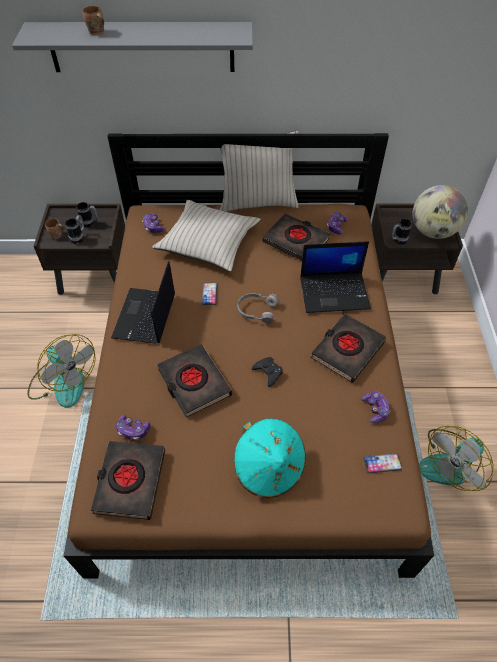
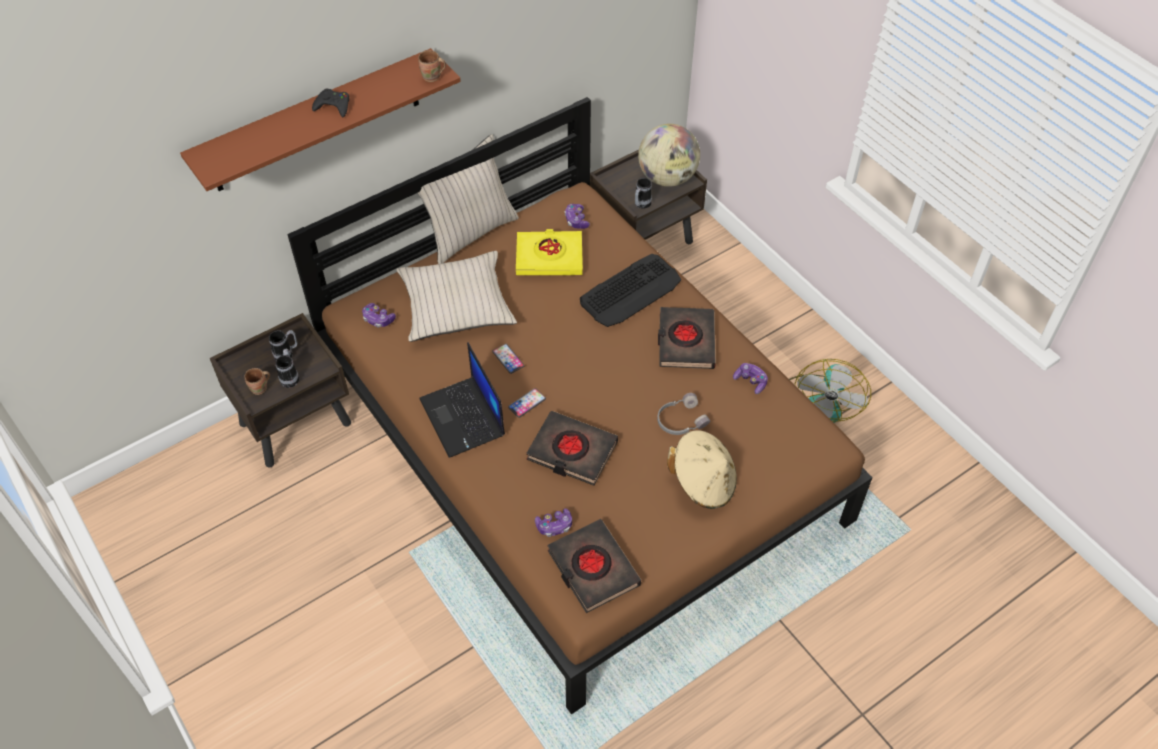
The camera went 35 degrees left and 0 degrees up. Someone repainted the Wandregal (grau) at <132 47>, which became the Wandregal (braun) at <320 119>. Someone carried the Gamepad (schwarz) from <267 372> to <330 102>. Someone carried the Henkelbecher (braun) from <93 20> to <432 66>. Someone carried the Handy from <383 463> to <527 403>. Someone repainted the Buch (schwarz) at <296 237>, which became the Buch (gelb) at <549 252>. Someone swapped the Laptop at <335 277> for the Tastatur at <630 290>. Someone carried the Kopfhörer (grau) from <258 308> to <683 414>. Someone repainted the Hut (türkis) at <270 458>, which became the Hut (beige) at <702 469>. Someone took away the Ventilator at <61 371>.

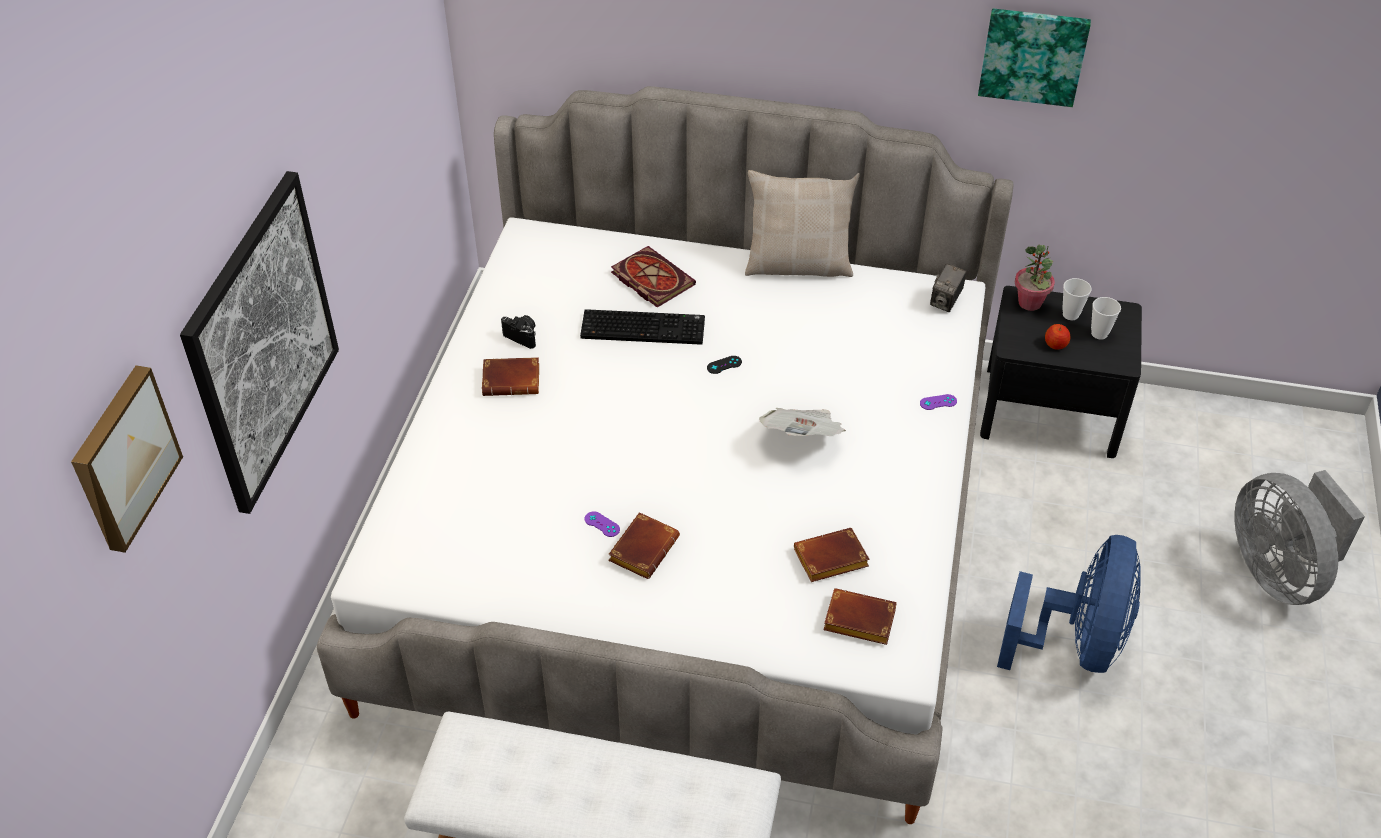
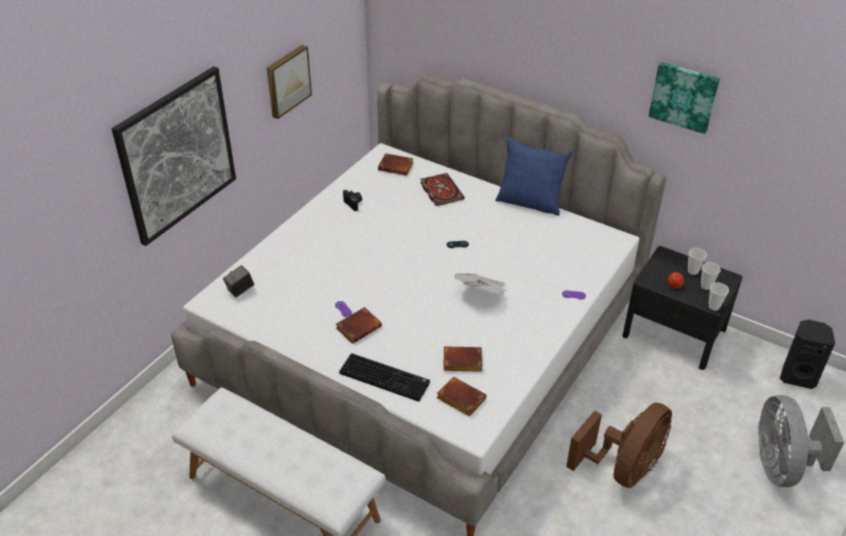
The camera went 20 degrees right and 5 degrees down. Someone carried the Kamera from <948 287> to <238 281>. Someone carried the Bild from <127 459> to <289 82>. Someone carried the Tastatur from <642 327> to <384 377>. Someone carried the Buch (braun) from <510 376> to <396 164>. Someone repainted the Kissen (beige) at <802 223>, which became the Kissen (blau) at <534 176>. Someone repainted the Ventilator (blau) at <1069 604>, which became the Ventilator (braun) at <619 445>. Someone put down the Tasse at <719 297>. Someone put down the Lautsprecher (schwarz) at <807 354>. Someone took away the Topfpflanze at <1035 277>.

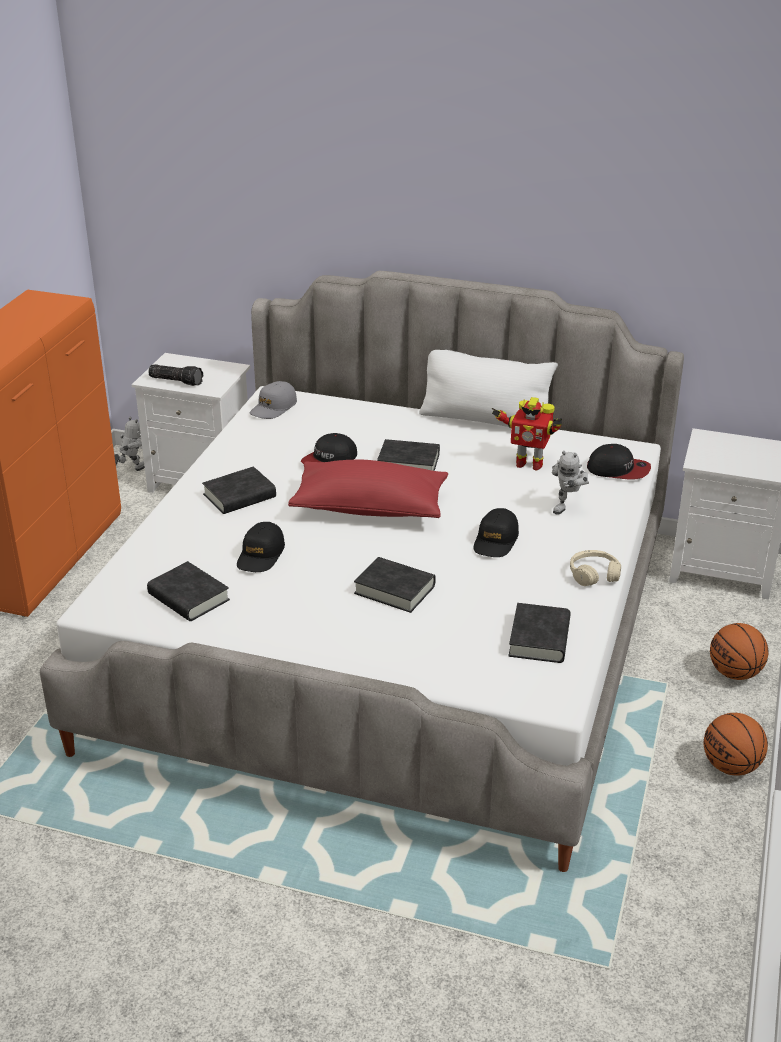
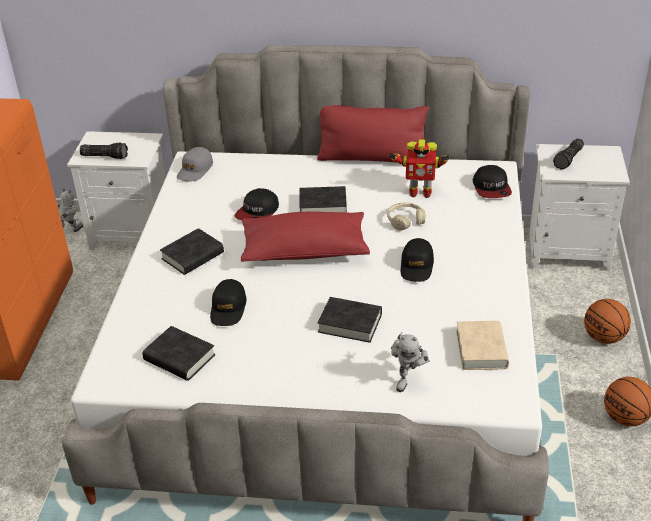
The camera went 10 degrees left and 5 degrees up. Someone repainted the Kissen (weiß) at <488 388>, which became the Kissen (rot) at <373 134>. Someone carried the Kopfhörer (beige) from <595 568> to <406 216>. Someone carried the Spielzeugroboter from <570 482> to <410 362>. Someone repainted the Buch (schwarz) at <540 633>, which became the Buch (beige) at <482 345>. Someone rotated the Kappe at <619 462> by 75 degrees clockwise. Someone put down the Taschenlampe at <568 153>.

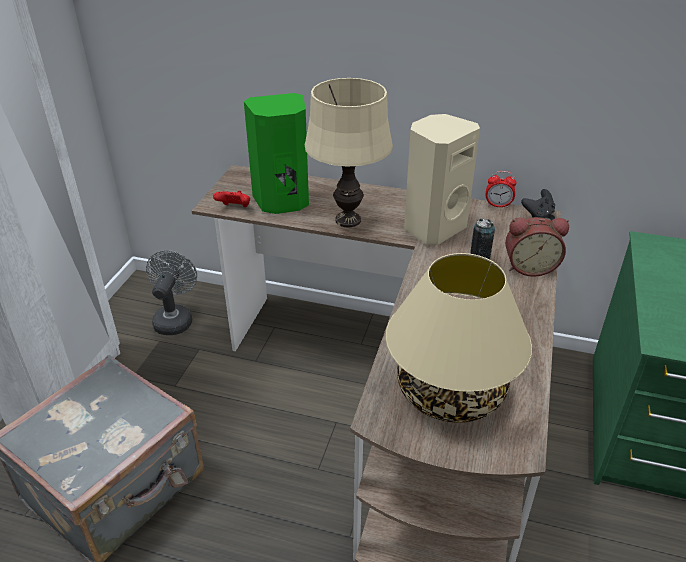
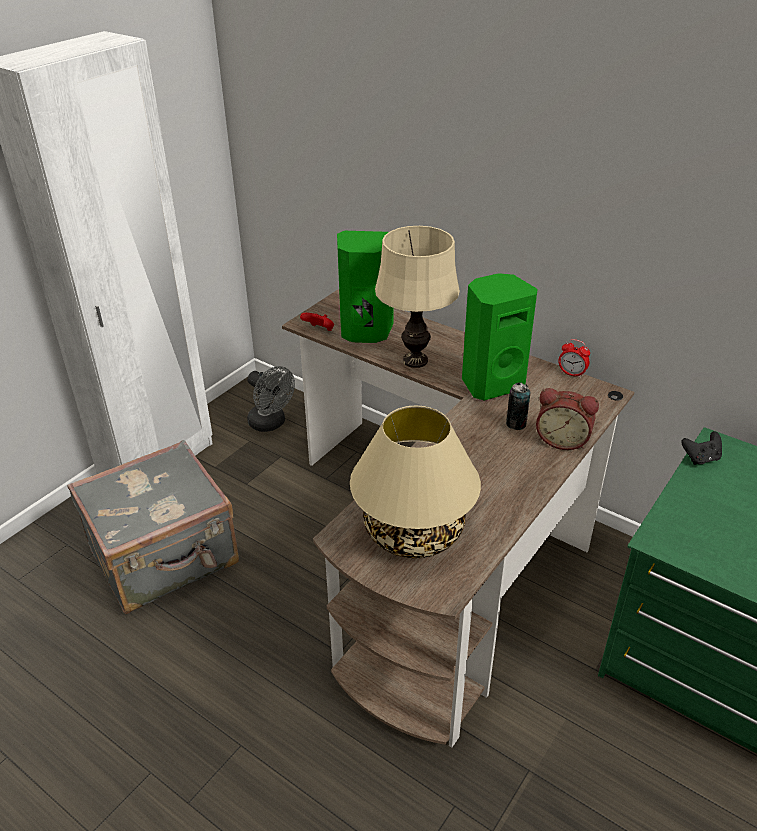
The camera went 20 degrees right and 0 degrees up. Someone rotated the Ventilator (grau) at <171 292> by 105 degrees clockwise. Someone repainted the Lautsprecher (beige) at <442 179>, which became the Lautsprecher (grün) at <500 337>. Someone carried the Gamepad (schwarz) from <538 203> to <701 448>.

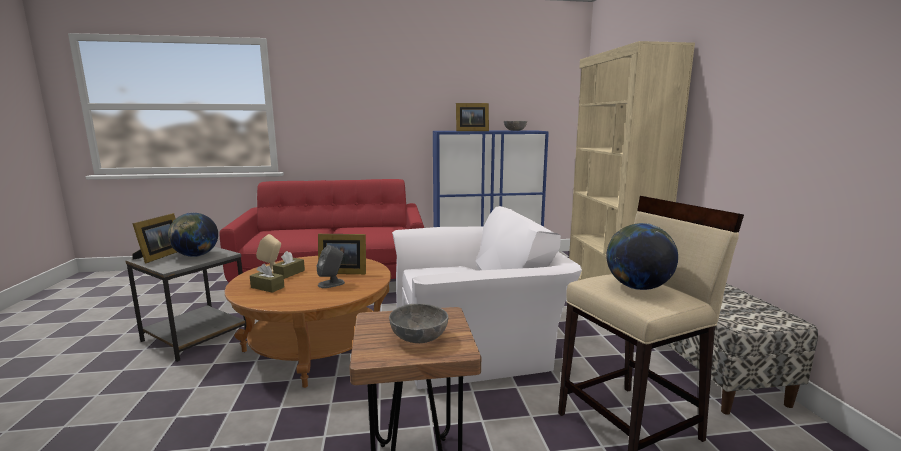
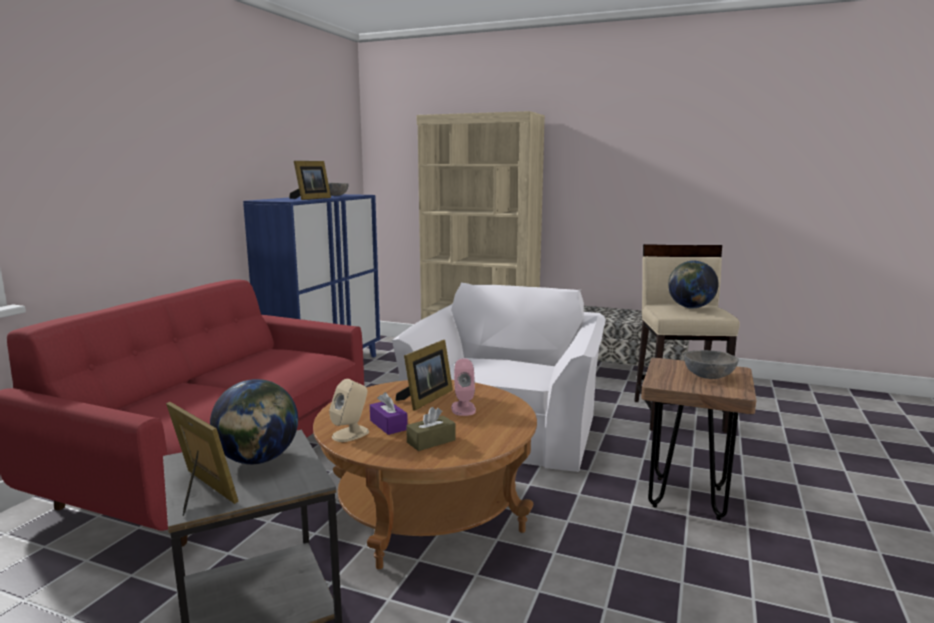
The camera went 60 degrees left and 0 degrees up. Someone repainted the Taschentuchbox (braun) at <289 265>, which became the Taschentuchbox (lila) at <389 413>. Someone repainted the Lautsprecher (grau) at <331 266>, which became the Lautsprecher (rosa) at <463 387>.

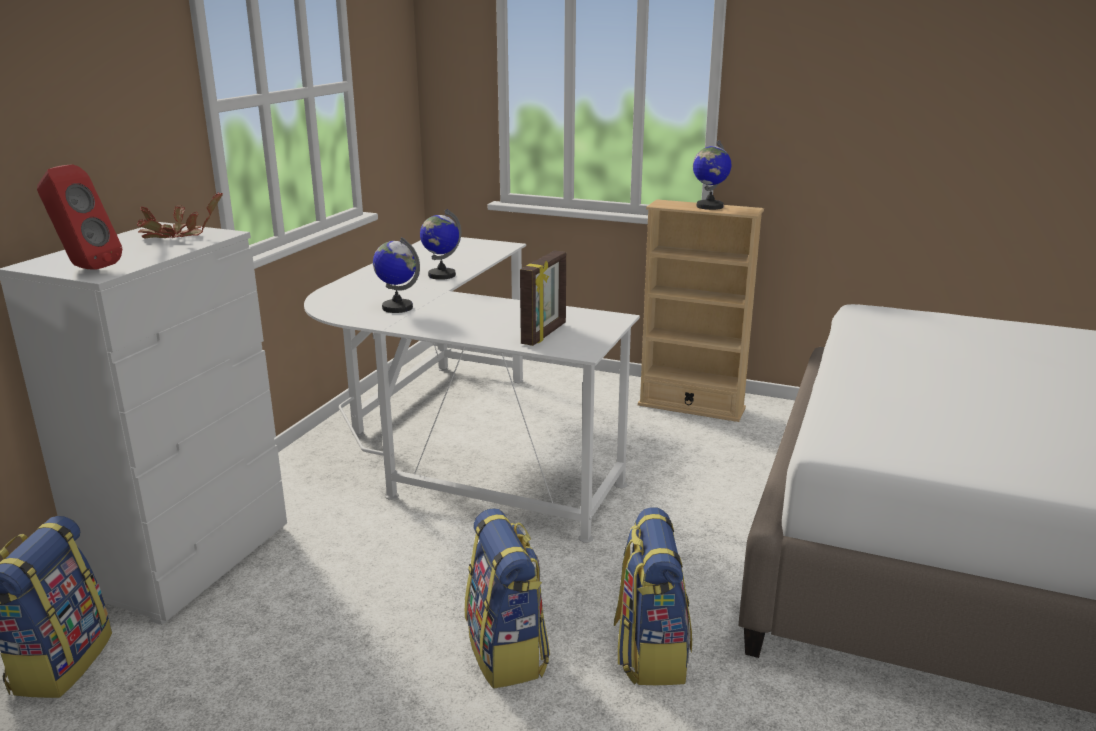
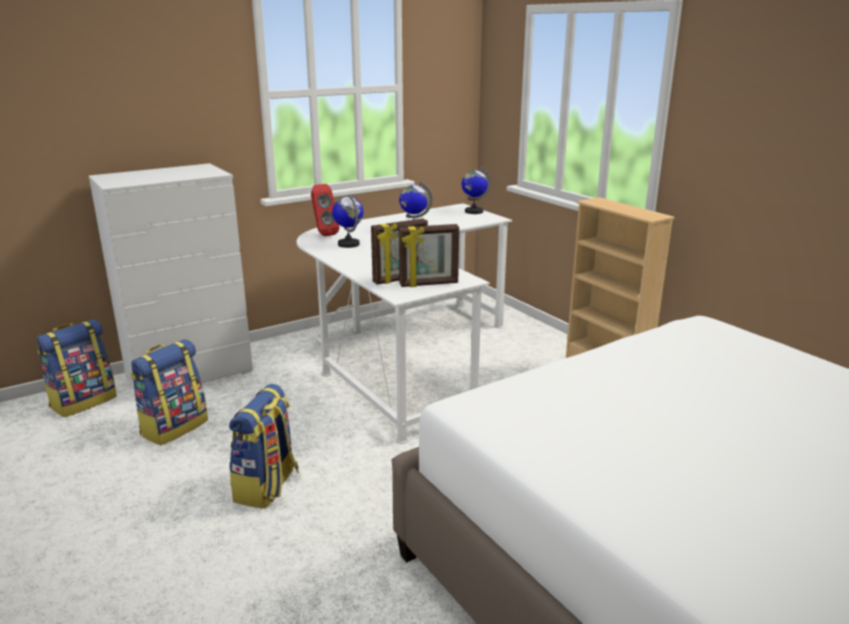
The camera went 35 degrees right and 0 degrees up. Someone carried the Rucksack from <653 596> to <169 392>. Someone carried the Lautsprecher (rot) from <79 217> to <325 210>. Someone put down the Bilderrahmen at <429 255>. Someone carried the Globus from <712 175> to <476 190>. Someone took away the Topfpflanze at <180 216>.

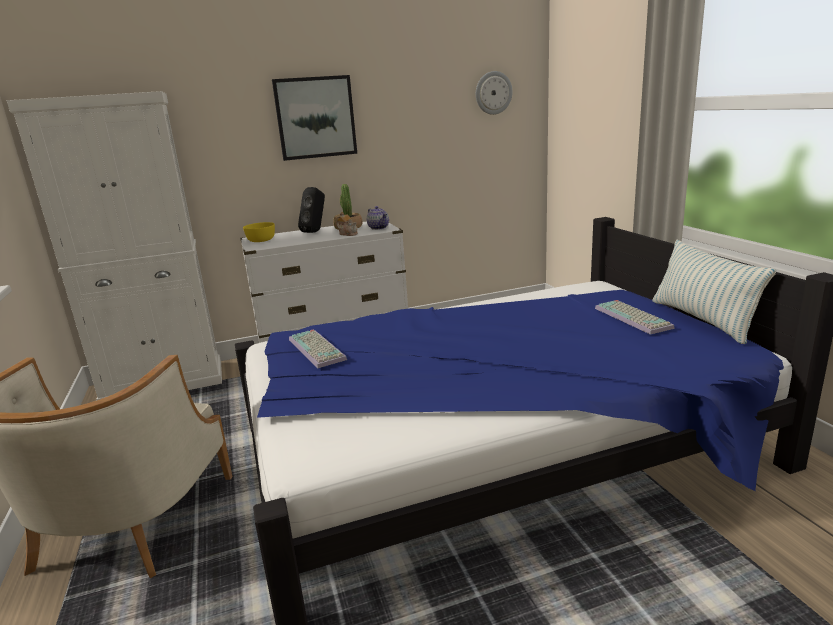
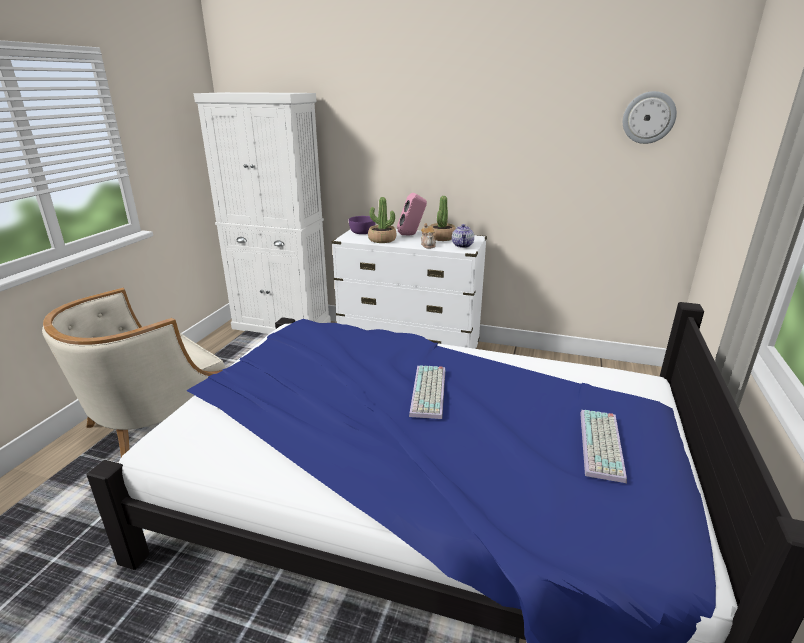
The camera went 35 degrees right and 5 degrees up. Someone repainted the Schüssel (gelb) at <259 232>, which became the Schüssel (lila) at <361 225>. Someone put down the Topfpflanze at <382 220>. Someone repainted the Lautsprecher (schwarz) at <311 210>, which became the Lautsprecher (rosa) at <412 213>. Someone carried the Tastatur from <318 349> to <427 392>. Someone took away the Bild at <314 118>. Someone took away the Kissen at <714 292>.

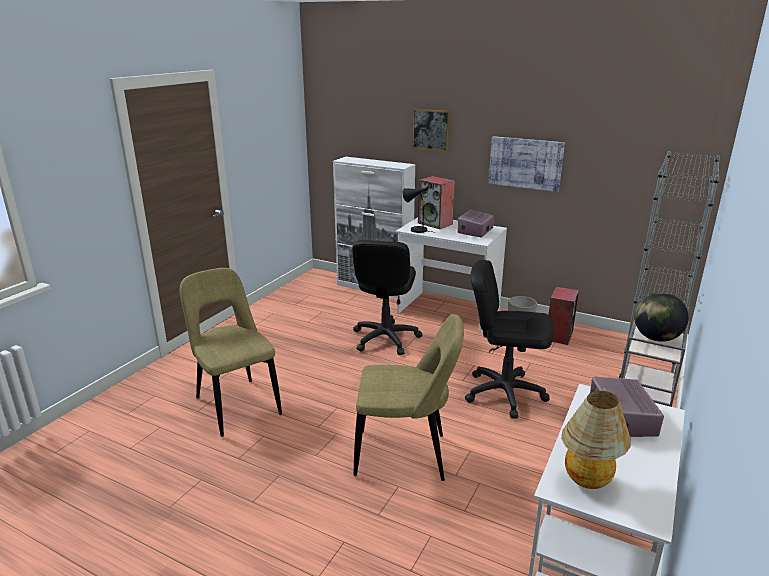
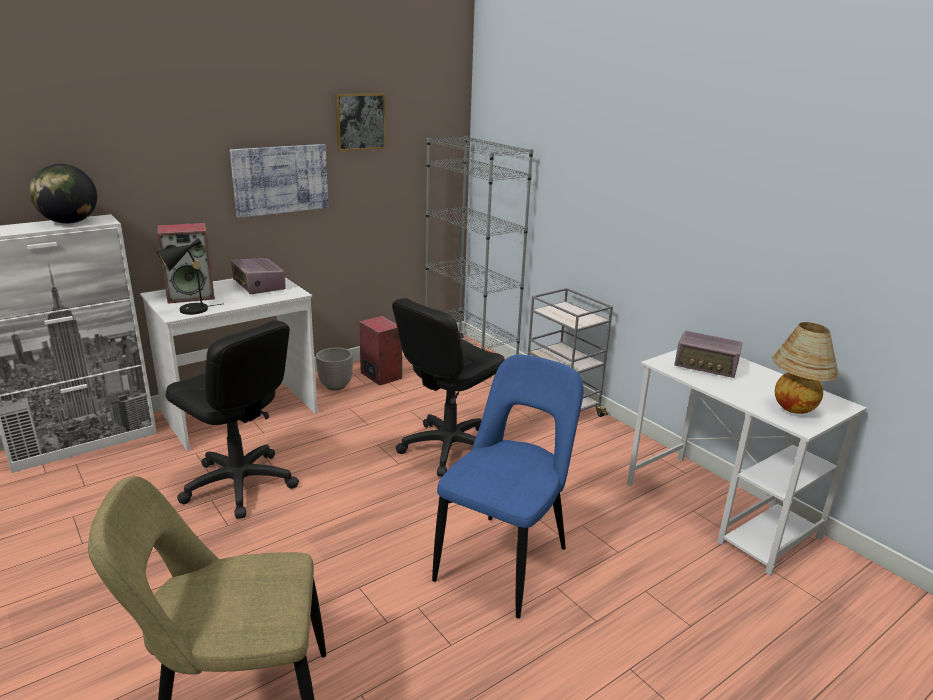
The camera went 65 degrees left and 0 degrees up. Someone carried the Globus from <661 317> to <63 194>. Someone carried the Bild from <431 130> to <360 122>. Someone repainted the Stuhl (beige) at <408 397>, which became the Stuhl (blau) at <507 486>.

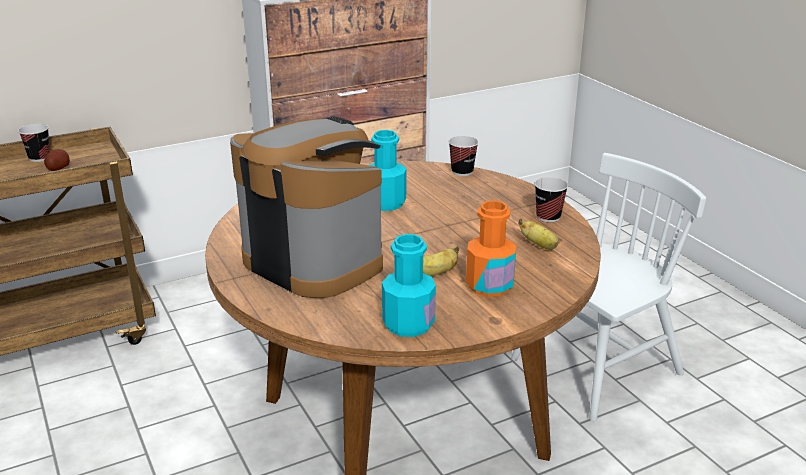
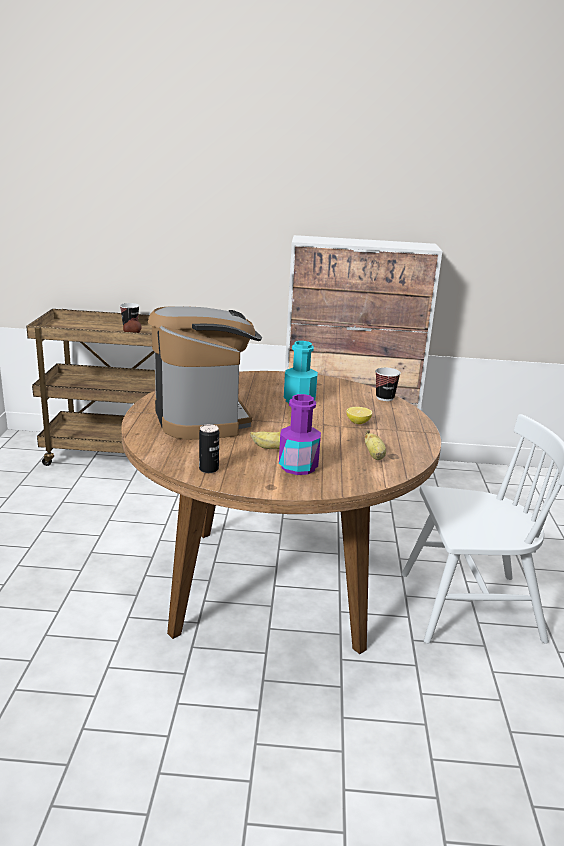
The camera went 30 degrees right and 5 degrees down. Someone swapped the Flasche (türkis) at <409 285> for the Dose at <209 448>. Someone repainted the Flasche (orange) at <491 249>, which became the Flasche (lila) at <300 434>. Someone put down the Zitrone at <359 415>. Someone took away the Tasse at <551 199>.

